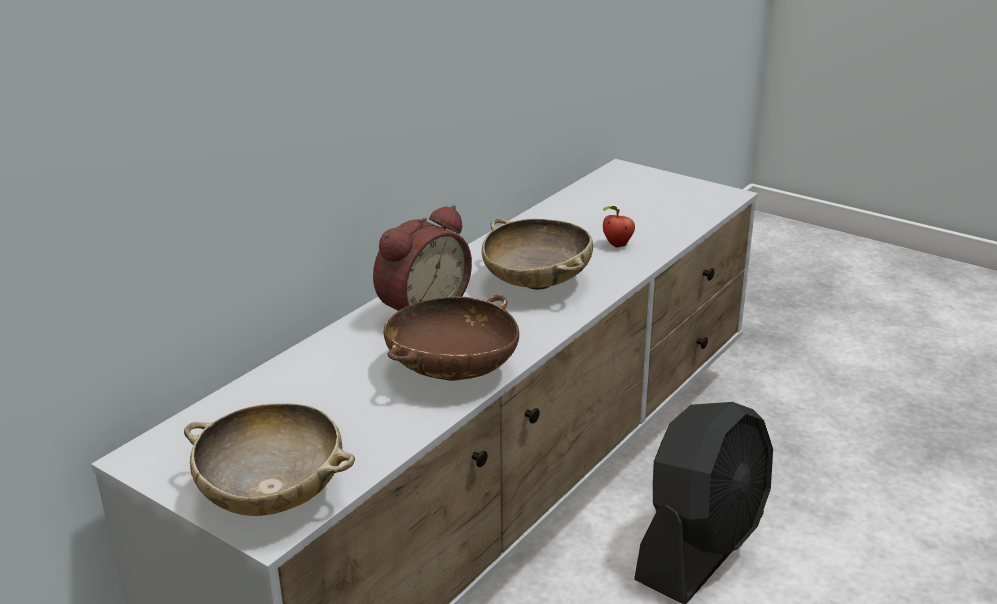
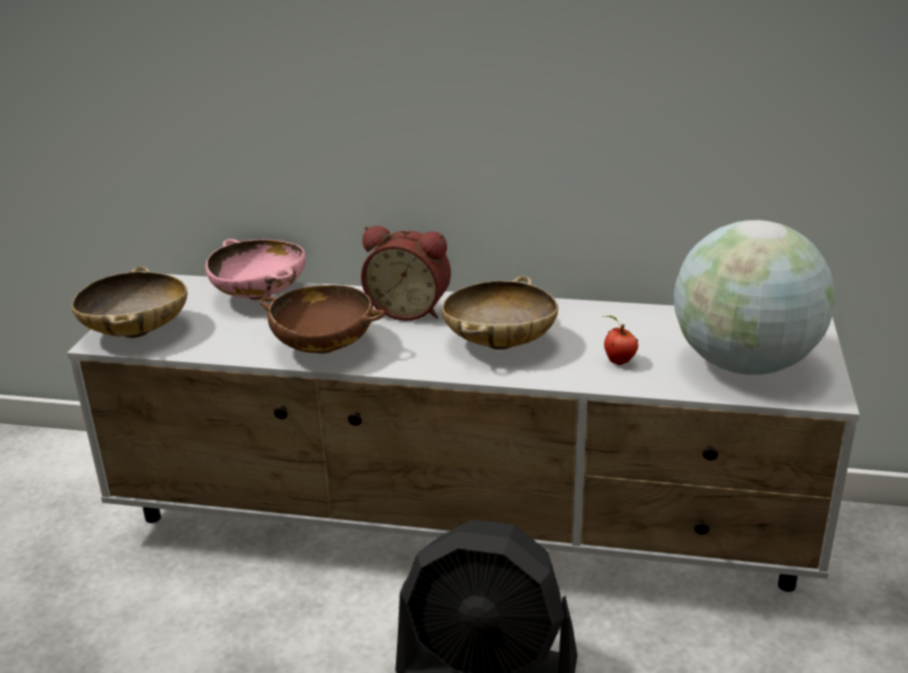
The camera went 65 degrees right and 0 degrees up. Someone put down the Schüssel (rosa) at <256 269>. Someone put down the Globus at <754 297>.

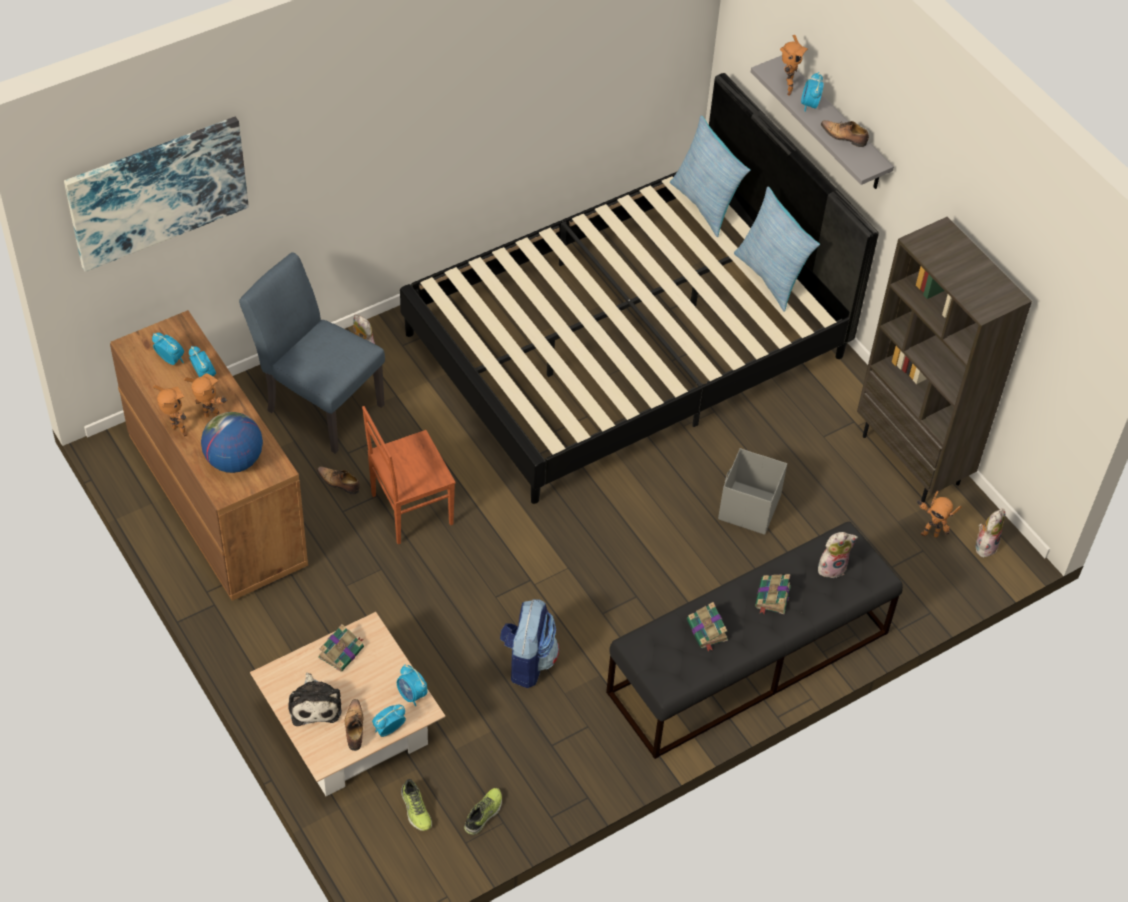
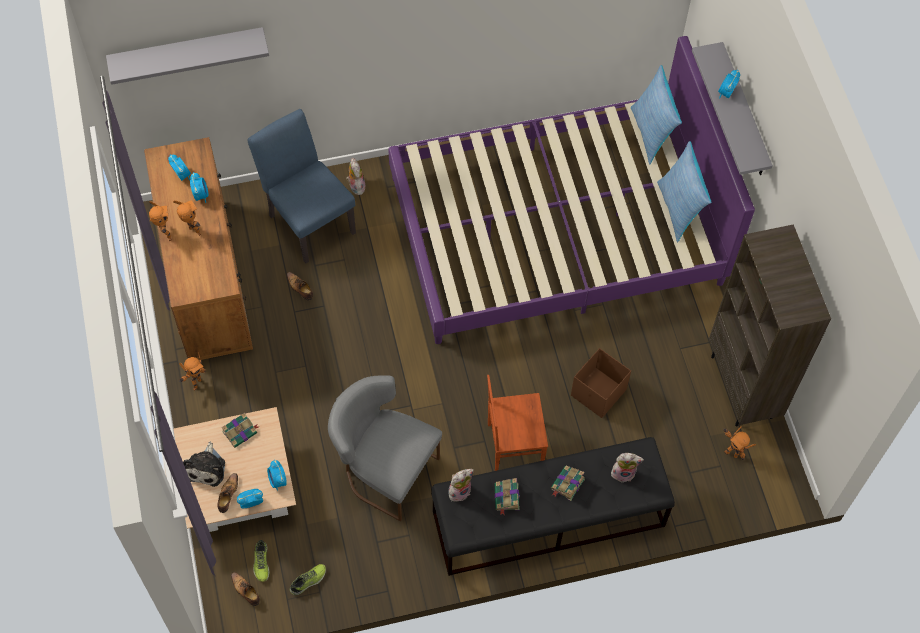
The camera went 20 degrees right and 10 degrees up. Someone swapped the Bild at <156 194> for the Wandregal (grau) at <187 56>. Someone carried the Spielzeugroboter from <794 65> to <192 371>. Someone carried the Schuh from <845 133> to <245 589>. Someone swapped the Rucksack at <529 643> for the Stuhl (grau) at <385 448>. Someone repainted the Bett (schwarz) at <639 288>, which became the Bett (lila) at <571 190>. Someone carried the Plüschtier from <990 534> to <461 485>. Someone carried the Stuhl (braun) from <409 475> to <517 423>. Someone repainted the Aufbewahrungsbox (grau) at <752 491>, which became the Aufbewahrungsbox (braun) at <601 383>. Someone took away the Globus at <232 442>.

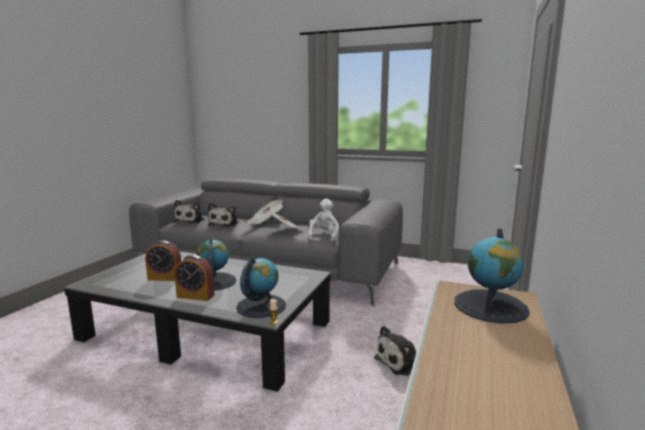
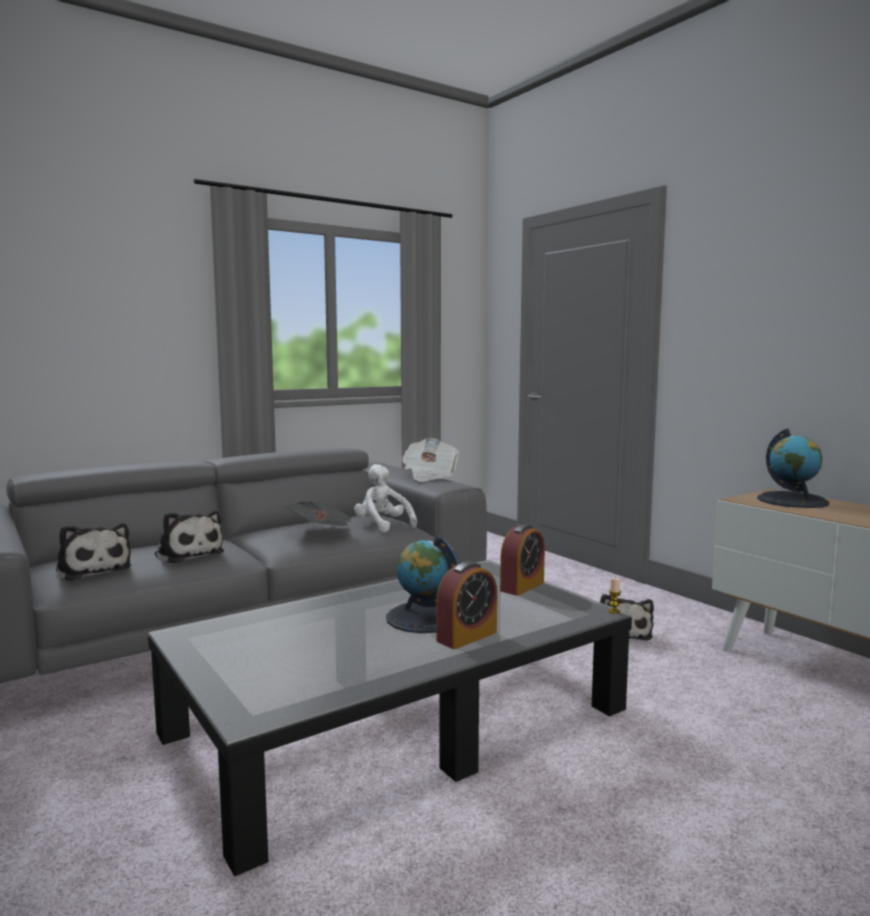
The camera went 55 degrees left and 5 degrees down. Someone carried the Zeitung from <265 212> to <430 459>. Someone carried the Wecker from <163 260> to <522 560>. Someone took away the Globus at <261 287>.

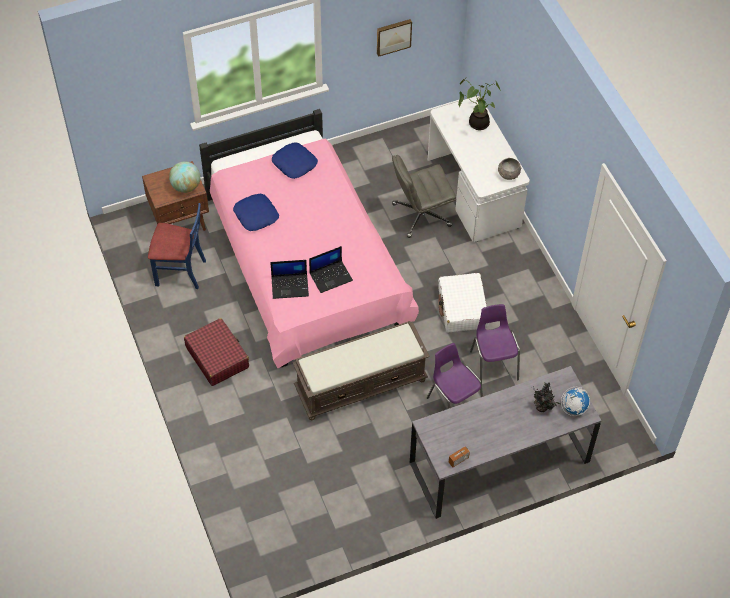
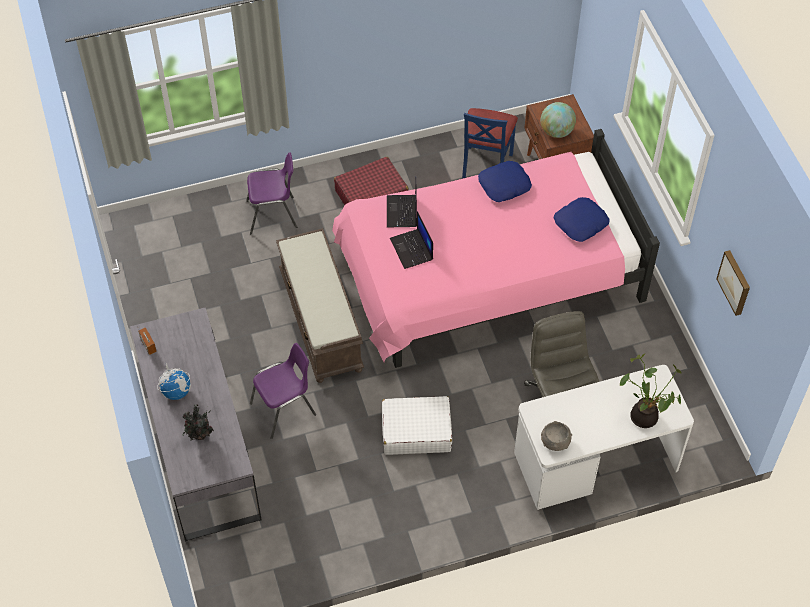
The camera went 95 degrees right and 0 degrees up. Someone carried the Globus from <575 401> to <174 381>. Someone carried the Stuhl (lila) from <495 343> to <271 193>.

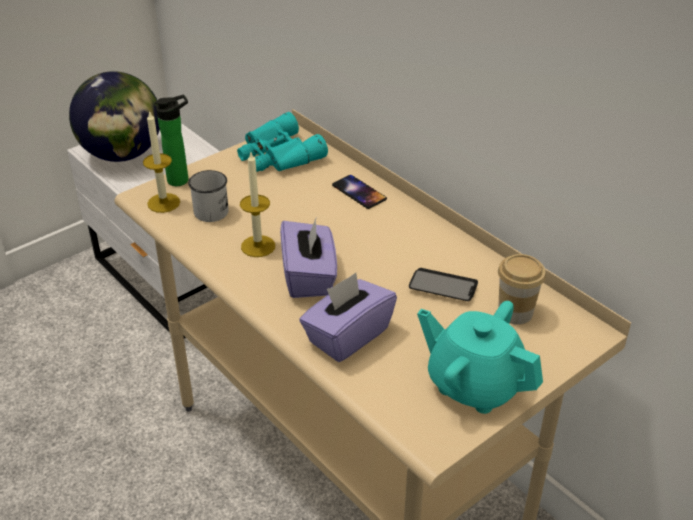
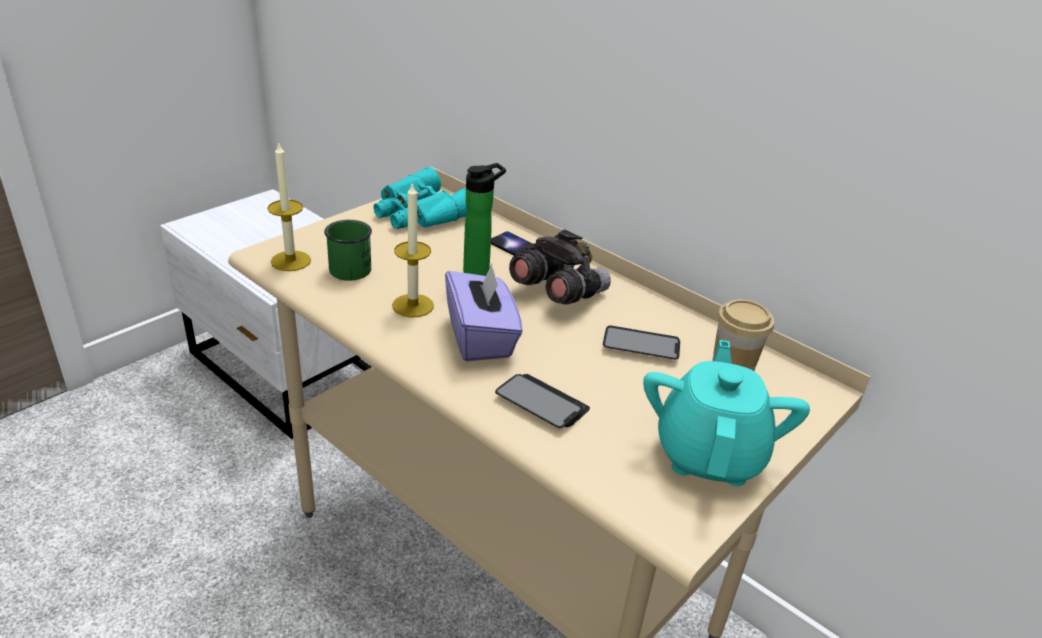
The camera went 10 degrees left and 5 degrees down. Someone repainted the Henkelbecher (weiß) at <208 196>, which became the Henkelbecher (grün) at <348 250>. Someone carried the Flasche from <171 140> to <484 219>. Someone swapped the Taschentuchbox (lila) at <348 317> for the Handy at <542 401>. Someone put down the Fernglas (grau) at <560 267>. Someone rotated the Teekanne (türkis) at <480 357> by 75 degrees clockwise. Someone took away the Globus at <114 116>.

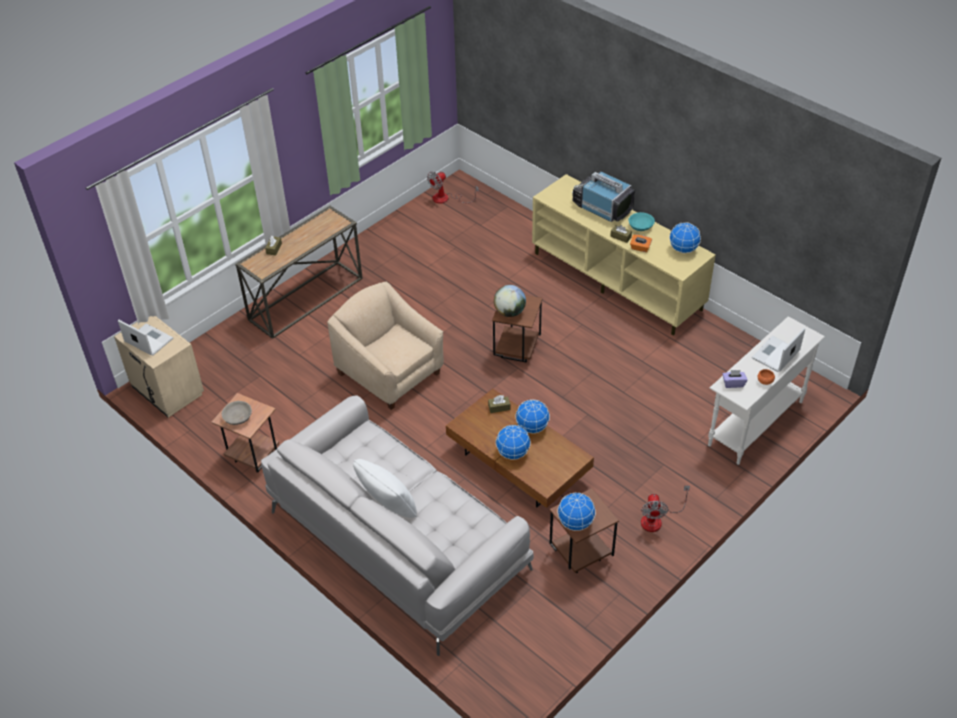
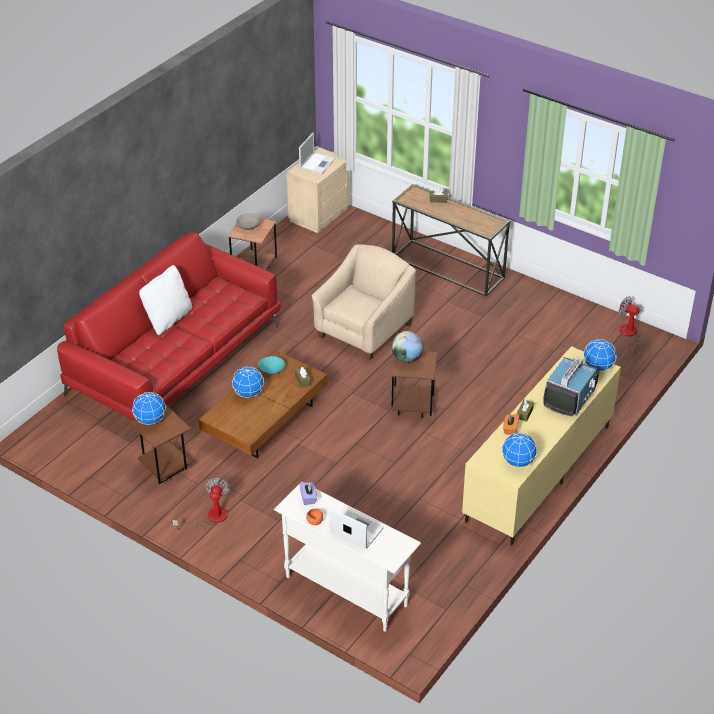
The camera went 80 degrees right and 5 degrees down. Someone repainted the Sofa (grau) at <397 526>, which became the Sofa (rot) at <169 326>. Someone rotated the Ventilator at <665 508> by 105 degrees clockwise. Someone carried the Schüssel (türkis) from <641 221> to <271 365>. Someone carried the Globus from <532 416> to <600 355>.

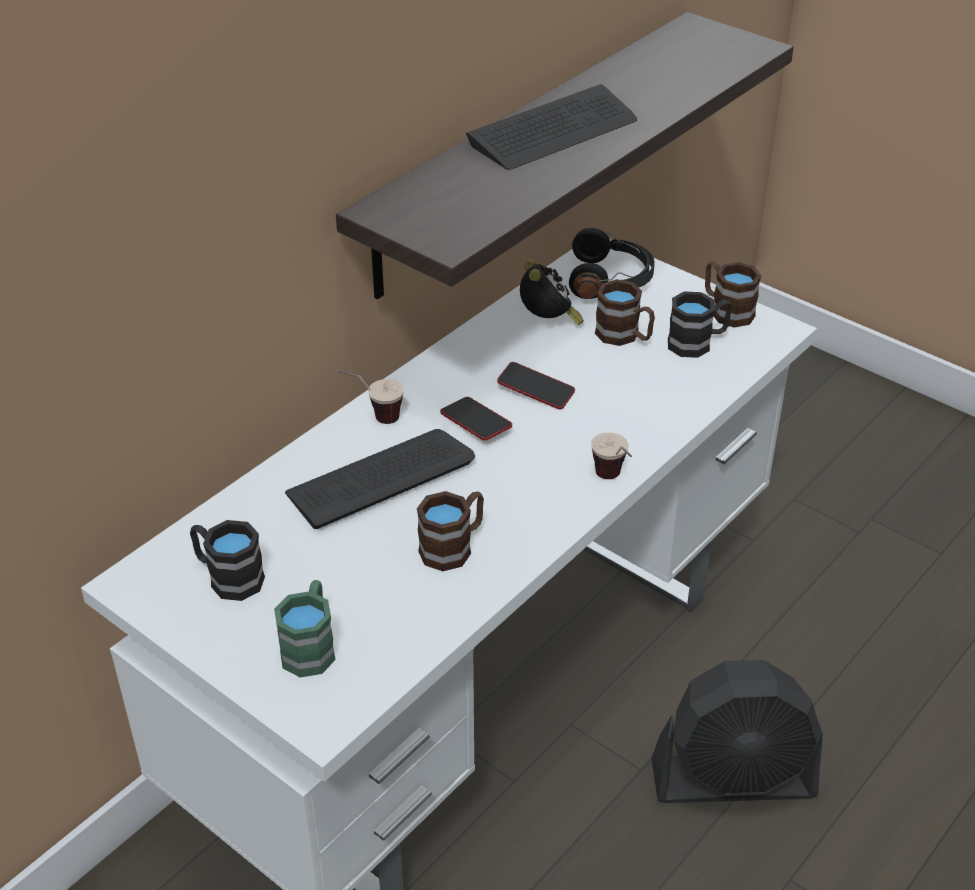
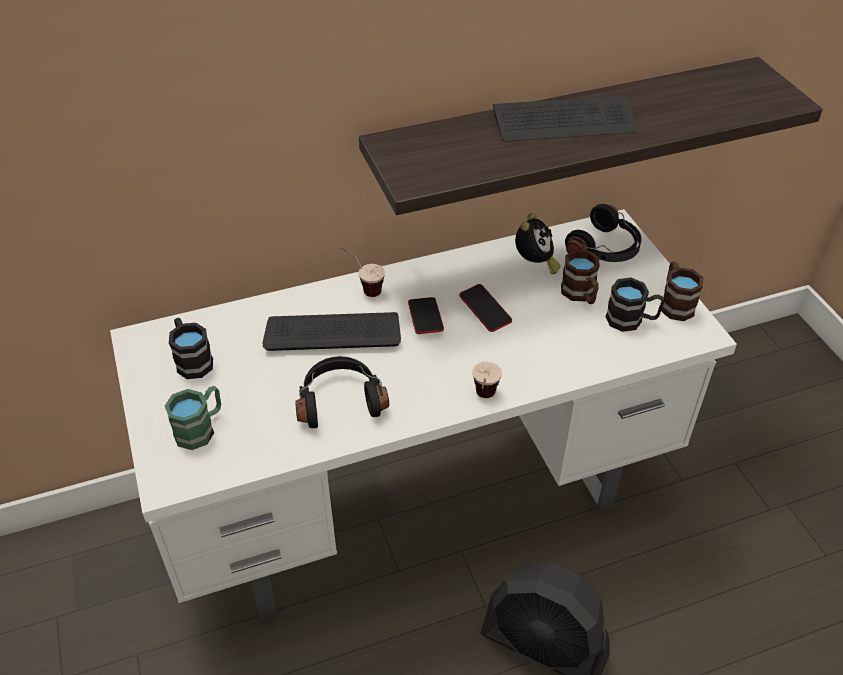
The camera went 30 degrees right and 5 degrees up. Someone swapped the Henkelbecher (braun) at <450 531> for the Kopfhörer (schwarz) at <342 392>.

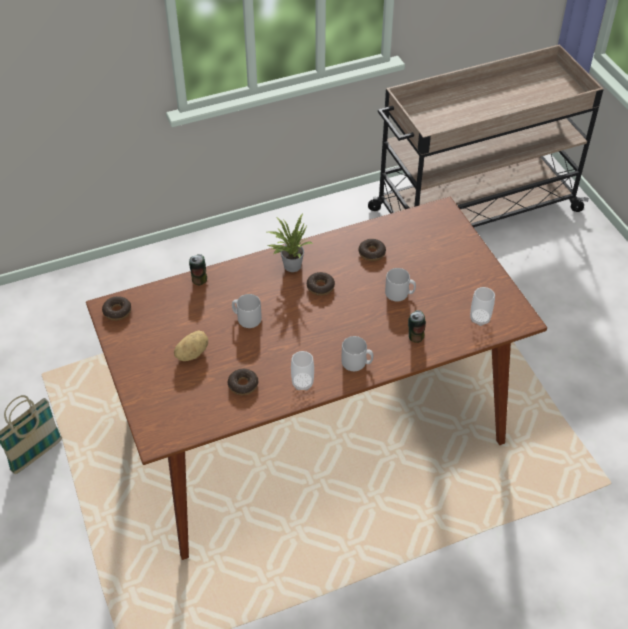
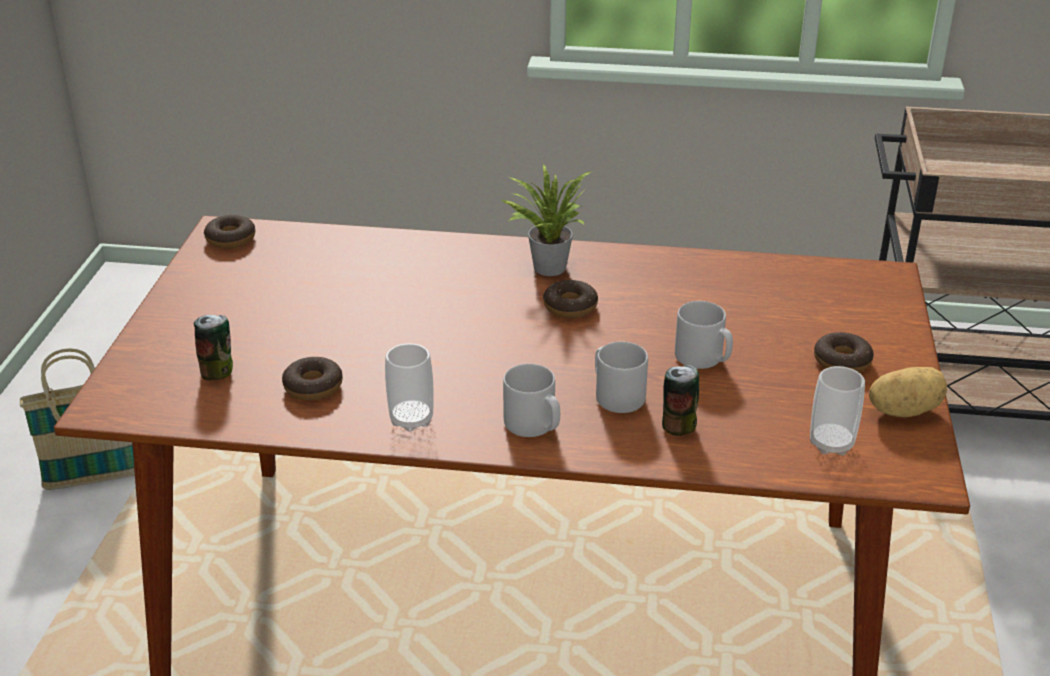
The camera went 30 degrees right and 15 degrees down. Someone carried the Dose from <198 269> to <213 348>. Someone carried the Henkelbecher (grau) from <247 311> to <621 377>. Someone carried the Donut from <372 250> to <844 352>. Someone carried the Kartoffel from <191 345> to <908 392>.

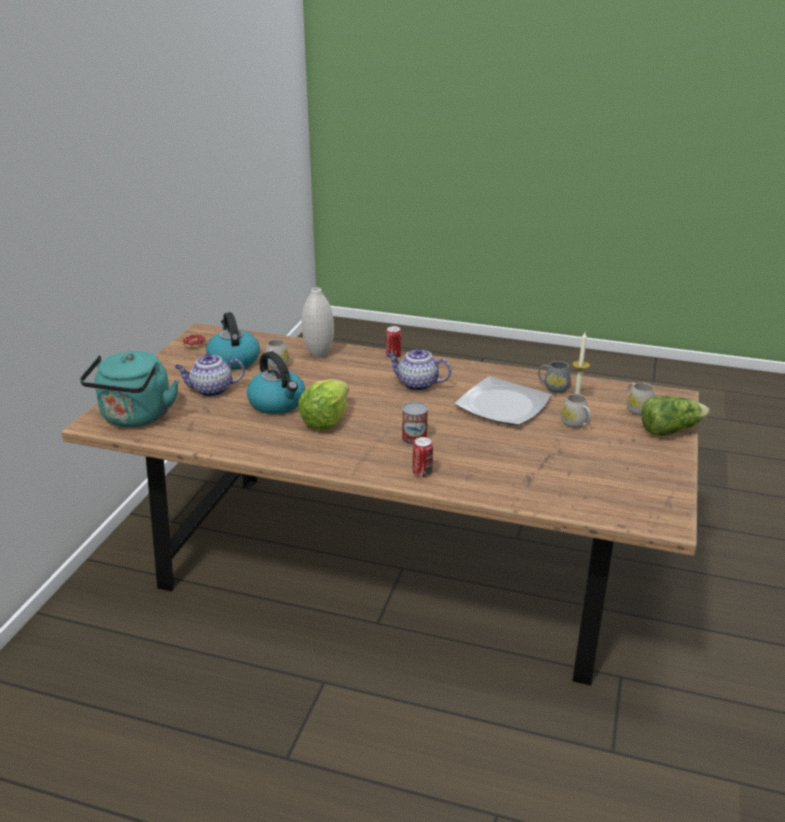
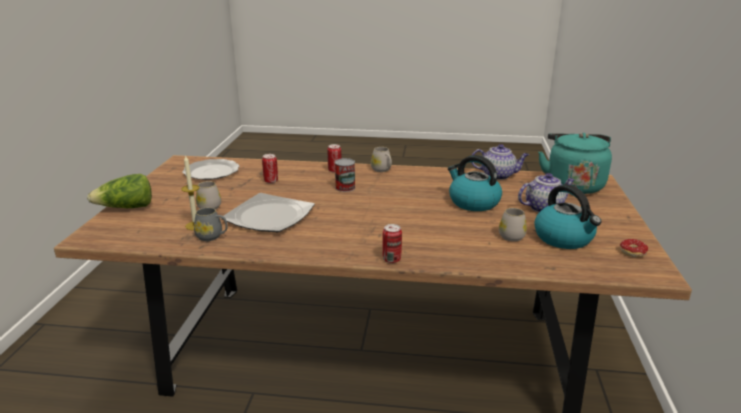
The camera went 170 degrees right and 5 degrees down. Someone put down the Teller at <211 169>. Someone put down the Dose at <270 168>. Someone carried the Henkelbecher (weiß) from <641 399> to <381 159>. Someone carried the Teekanne from <419 369> to <500 162>. Someone took away the Salatkopf at <323 404>. Someone took away the Vase (weiß) at <318 322>.

